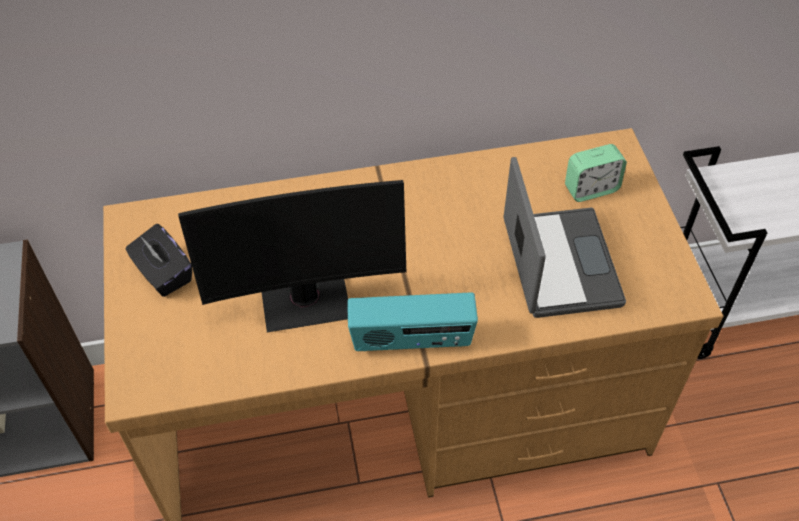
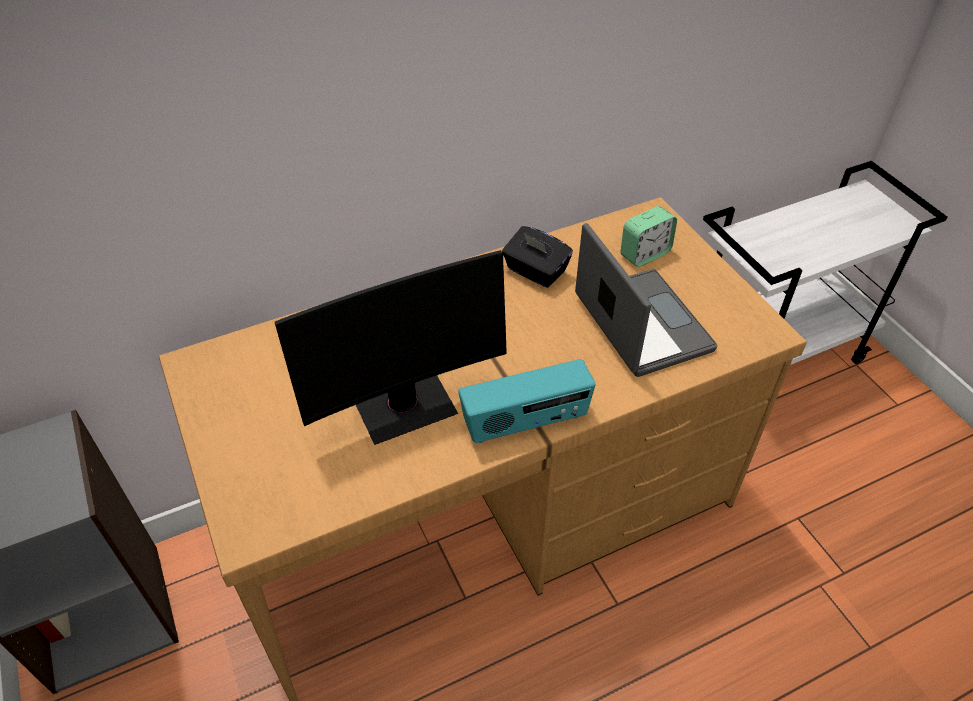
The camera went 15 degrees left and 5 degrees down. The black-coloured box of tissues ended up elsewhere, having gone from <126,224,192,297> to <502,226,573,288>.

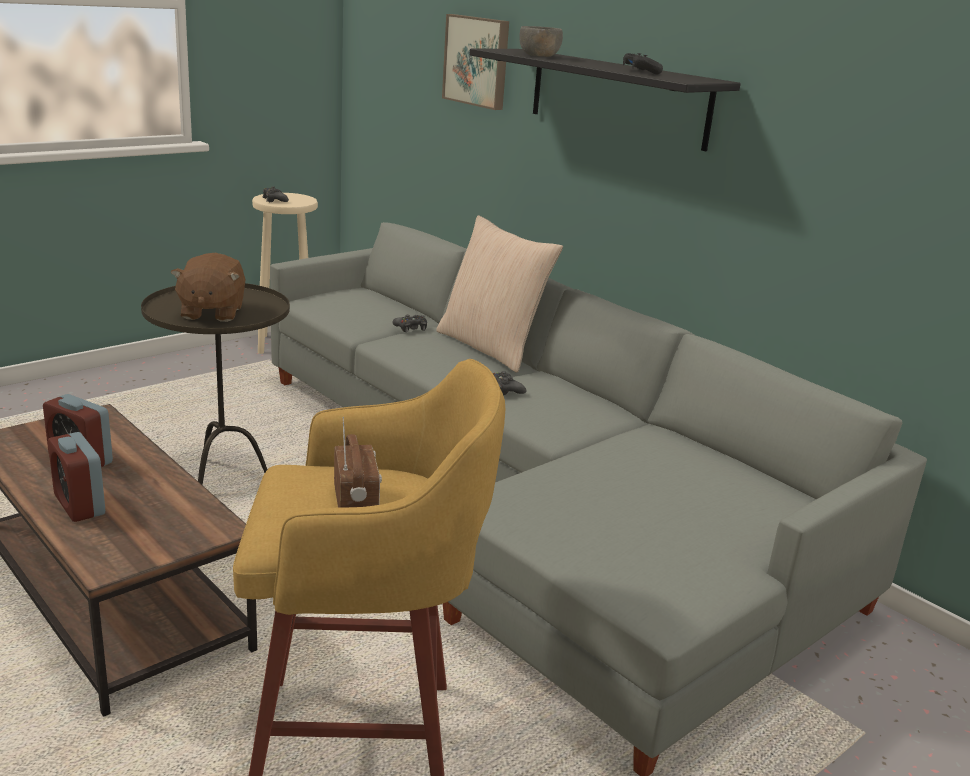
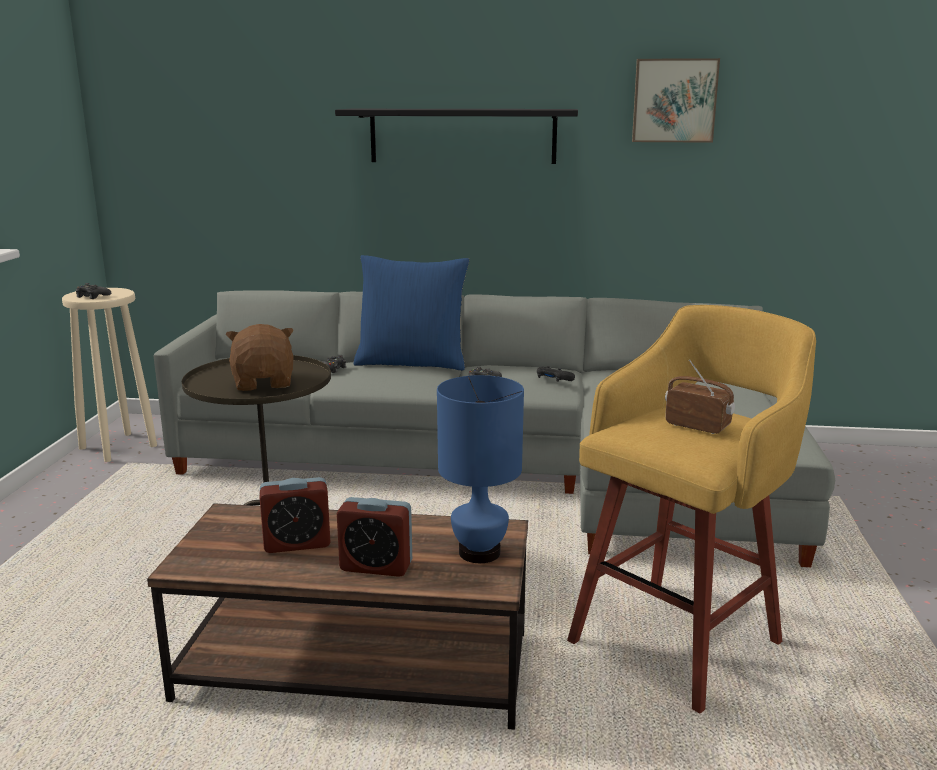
The camera went 40 degrees left and 5 degrees down. The second view lost the gray serving bowl at <519,26,563,57>. The second view gained the blue-coloured table lamp at <437,375,524,563>. The wall picture ended up elsewhere, having gone from <442,14,509,110> to <632,58,720,143>. The black-coloured game controller ended up elsewhere, having gone from <623,53,663,75> to <537,366,575,382>. What was the beige-coloured throw pillow at <436,215,563,373> turned into the blue-coloured throw pillow at <353,255,469,371>. The brown-coloured cuddly toy at <171,253,245,322> ended up facing another way, 150 degrees counterclockwise from before.

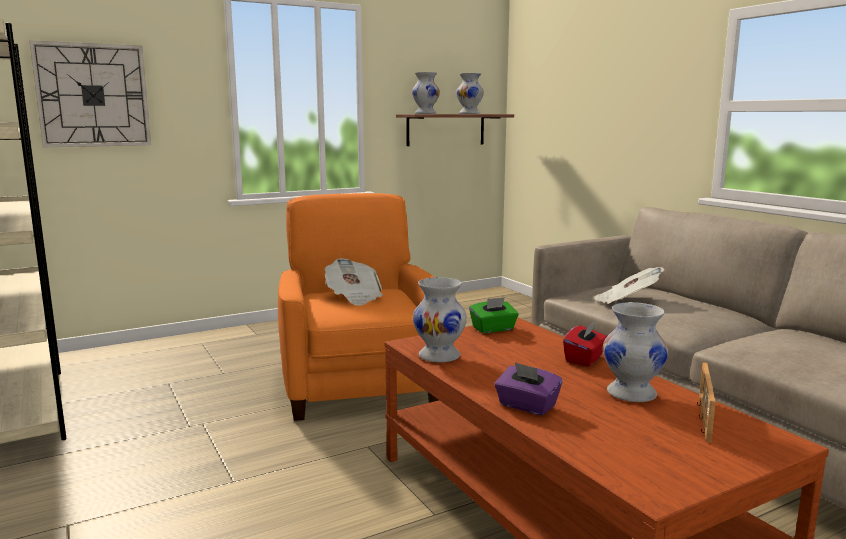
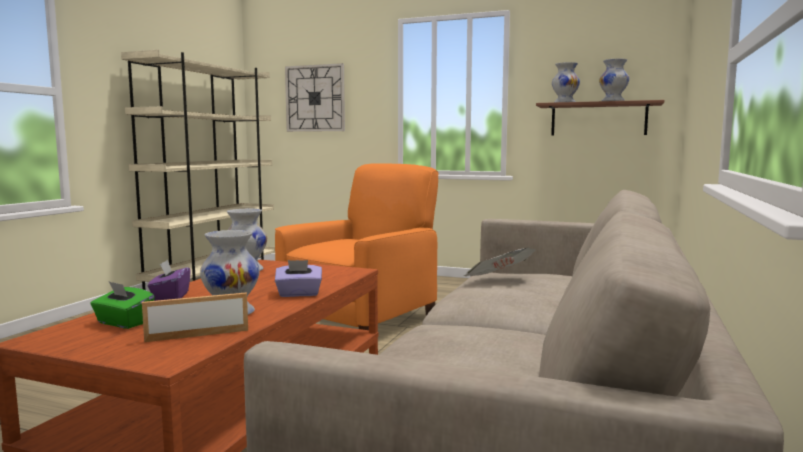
The camera went 50 degrees right and 5 degrees down. The second view lost the printed paper at <325,258,383,306>. The green box of tissues ended up elsewhere, having gone from <469,297,519,333> to <90,281,155,329>. What was the red-coloured box of tissues at <563,321,607,367> turned into the purple-coloured box of tissues at <275,260,322,297>.

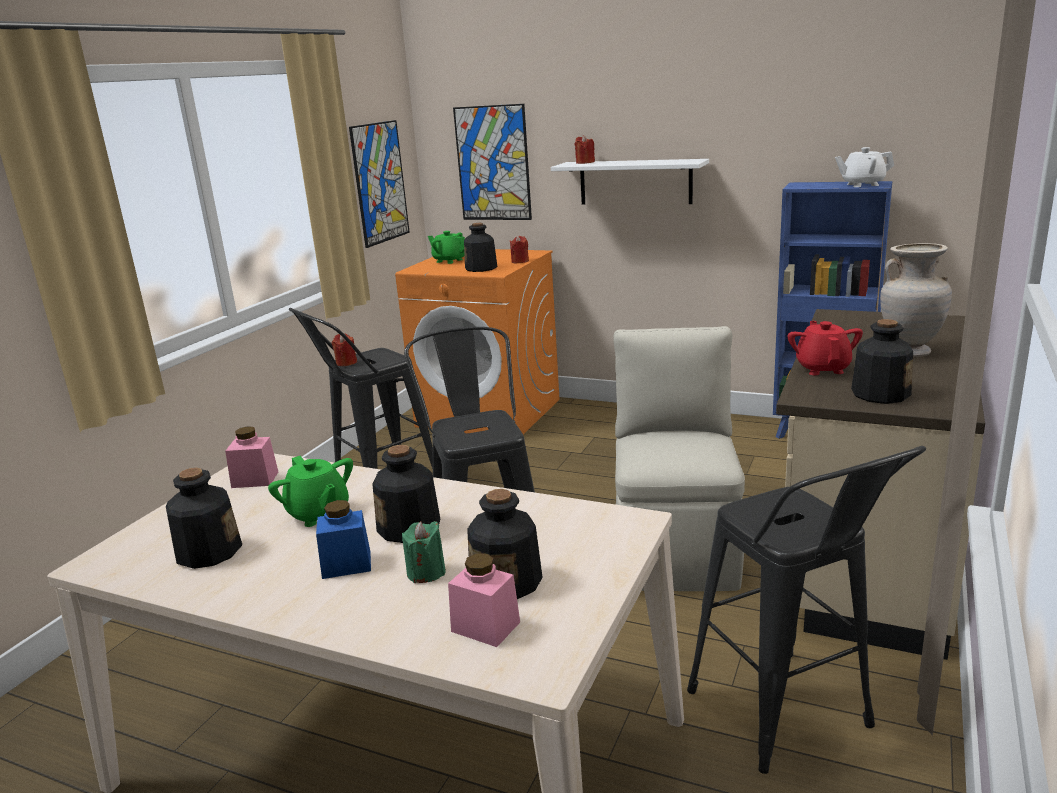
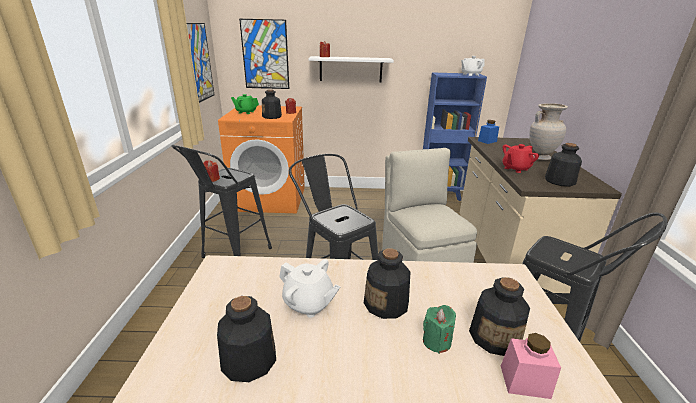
The camera went 25 degrees left and 5 degrees up. The second view lost the pink-coloured preserve jar at <225,426,278,488>. The blue-coloured preserve jar ended up elsewhere, having gone from <316,500,371,579> to <478,120,499,144>. What was the green pot for tea at <268,456,353,527> turned into the white pot for tea at <279,259,341,318>. The red-coloured pot for tea at <787,321,863,375> ended up facing another way, 105 degrees counterclockwise from before.

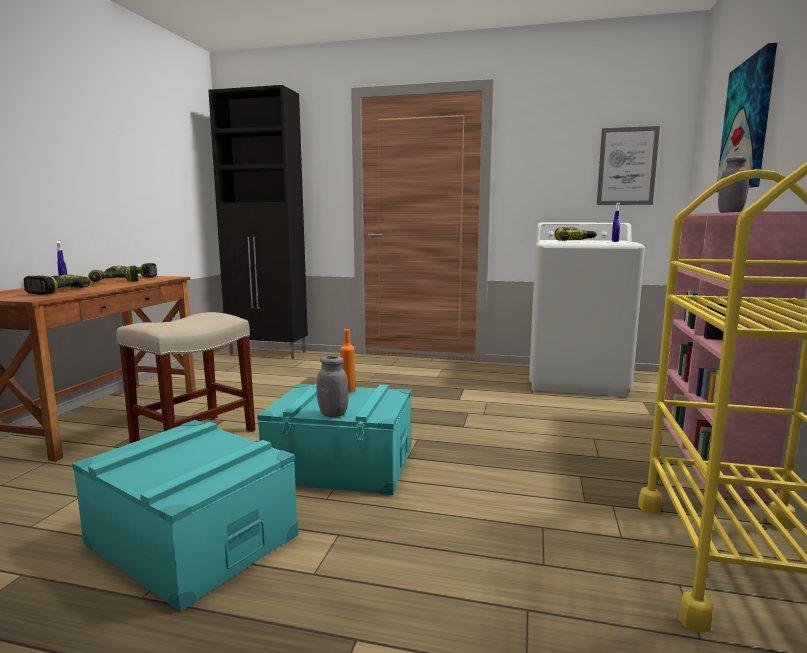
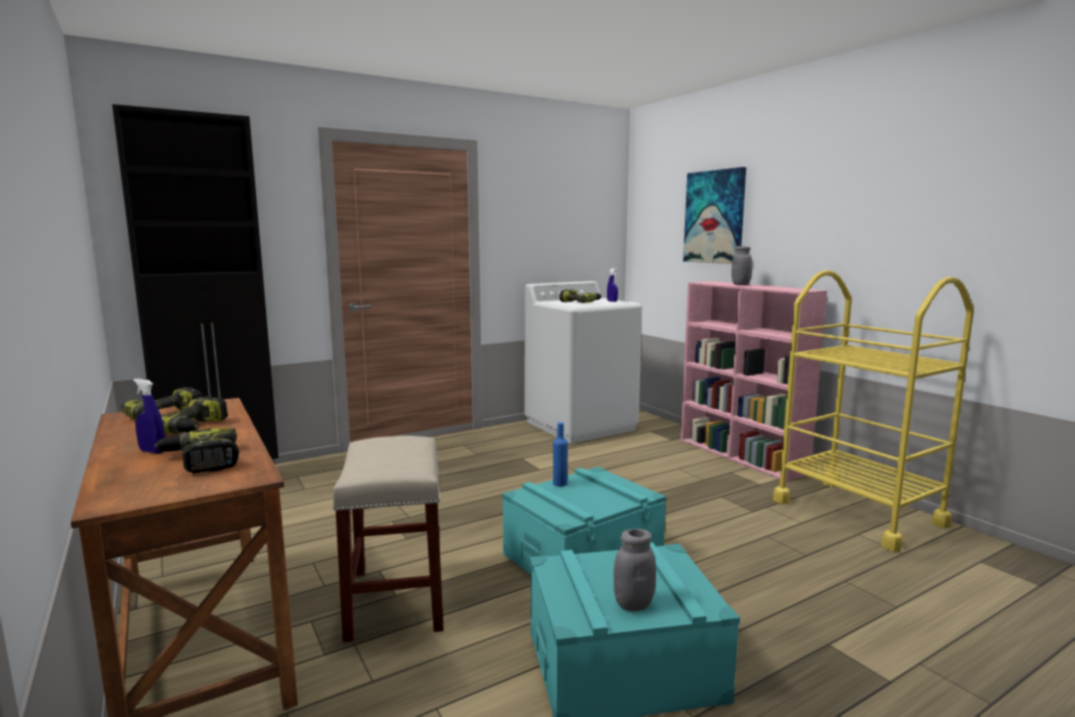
The camera went 45 degrees left and 0 degrees up. The second view lost the wall picture at <597,126,660,205>. The gray preserve jar ended up elsewhere, having gone from <317,355,348,417> to <614,529,656,612>. What was the orange beverage bottle at <340,329,355,393> turned into the blue-coloured beverage bottle at <553,422,568,487>.

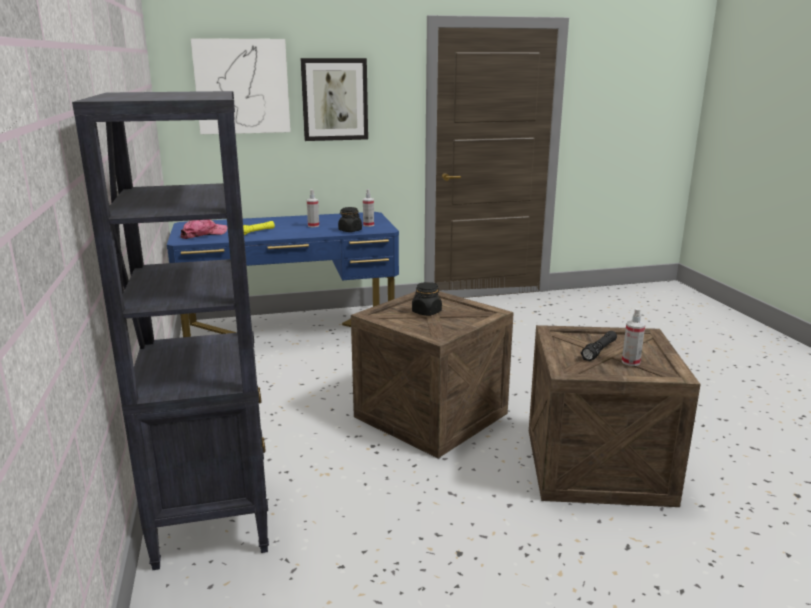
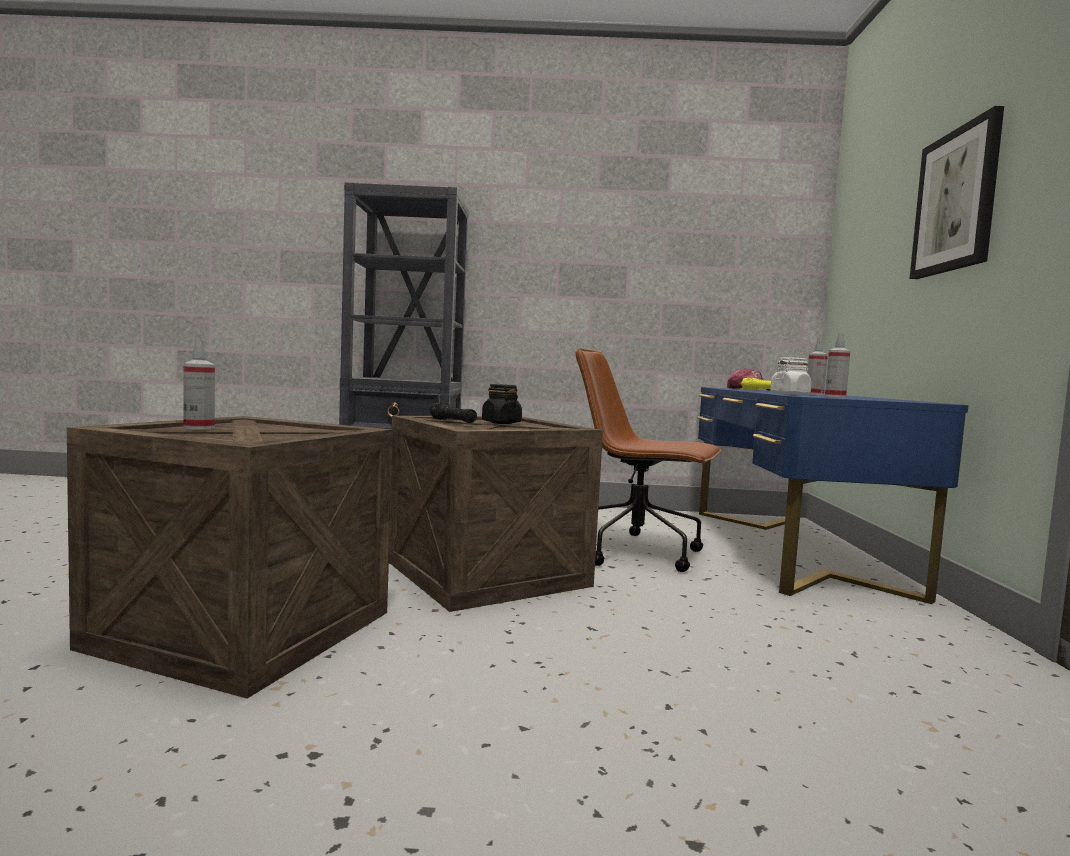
The camera went 105 degrees right and 15 degrees down. The second view lost the wall picture at <191,38,291,134>. The second view gained the brown-coloured computer chair at <575,348,722,572>. The black-coloured flashlight ended up elsewhere, having gone from <581,331,617,361> to <429,403,477,423>. What was the black-coloured preserve jar at <338,207,362,232> turned into the white preserve jar at <770,357,812,395>.

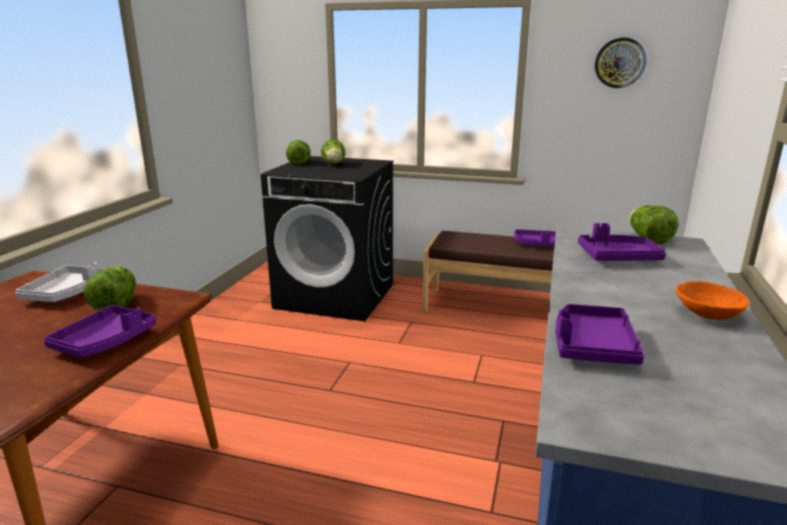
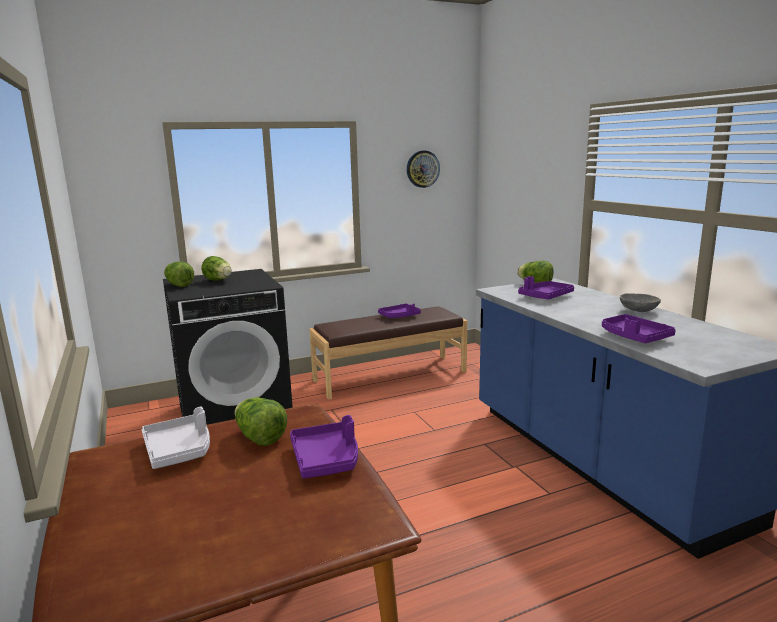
The camera went 40 degrees left and 5 degrees down. What was the orange serving bowl at <676,281,749,320> turned into the gray serving bowl at <620,293,661,312>.

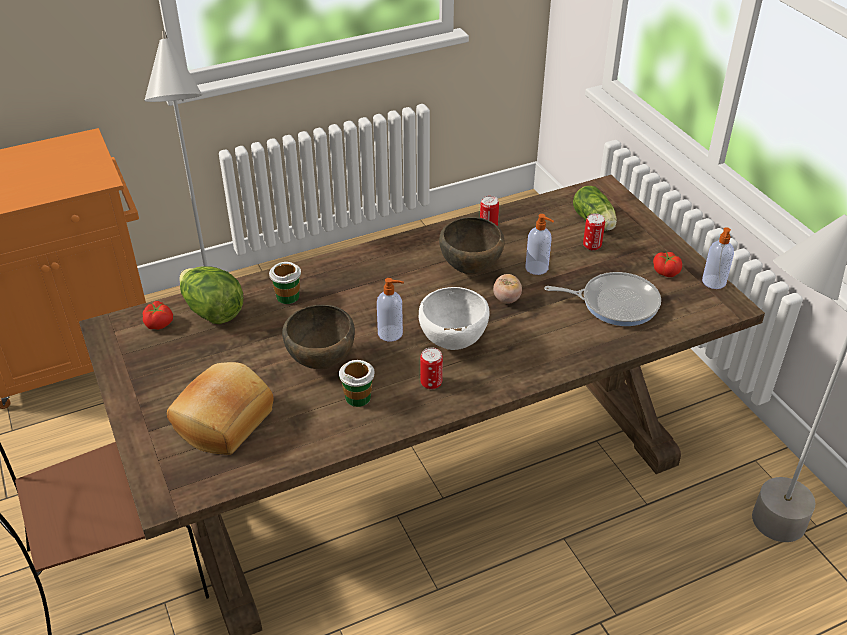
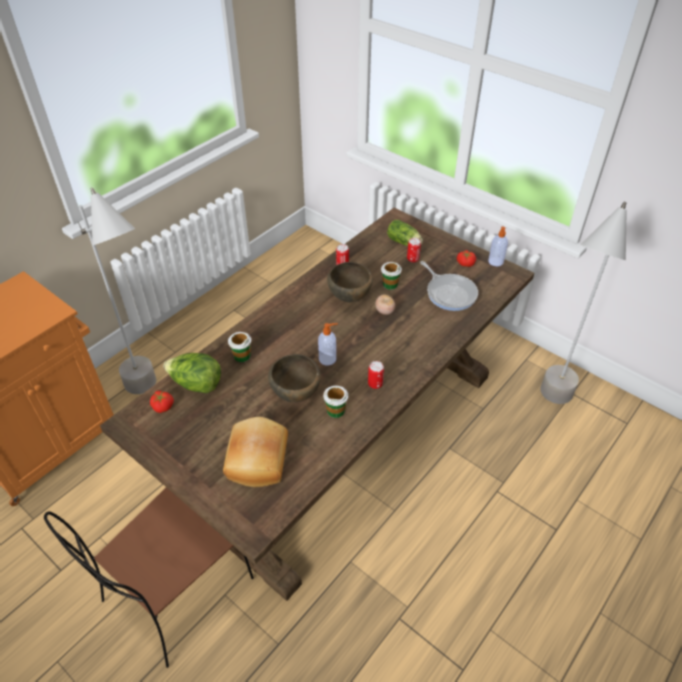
The camera went 25 degrees left and 5 degrees up. The second view lost the white serving bowl at <419,287,490,350>. Where the soap dispenser stood at <525,214,554,275>, the small cup came to stand at <381,262,402,290>. The pan at <544,272,661,326> ended up facing another way, 75 degrees clockwise from before.

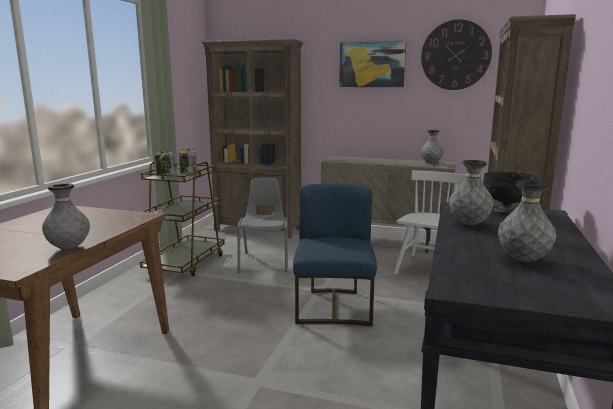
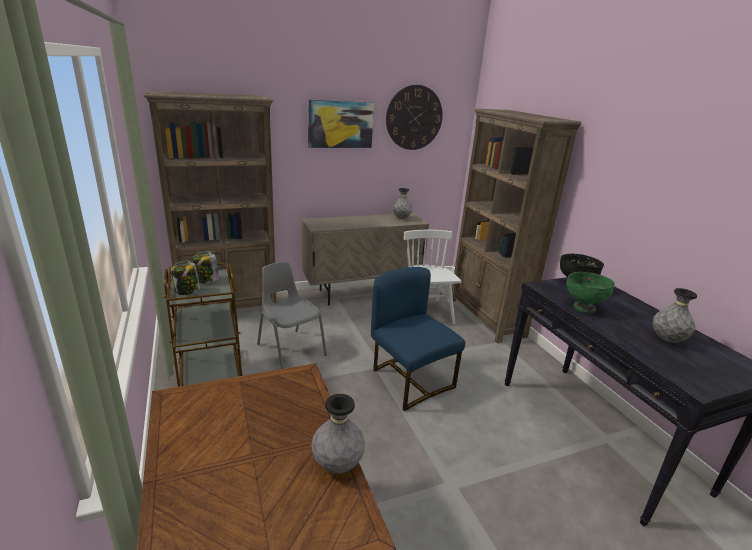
The camera went 40 degrees left and 10 degrees up. Where the gray flower vase stood at <449,160,494,225>, the green serving bowl came to stand at <566,272,615,313>.

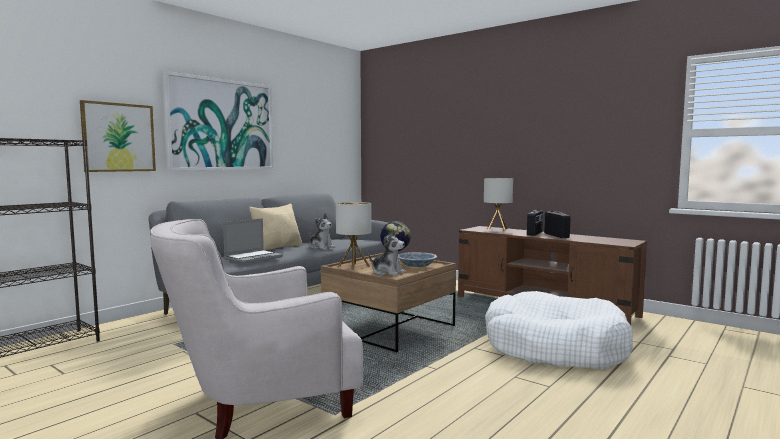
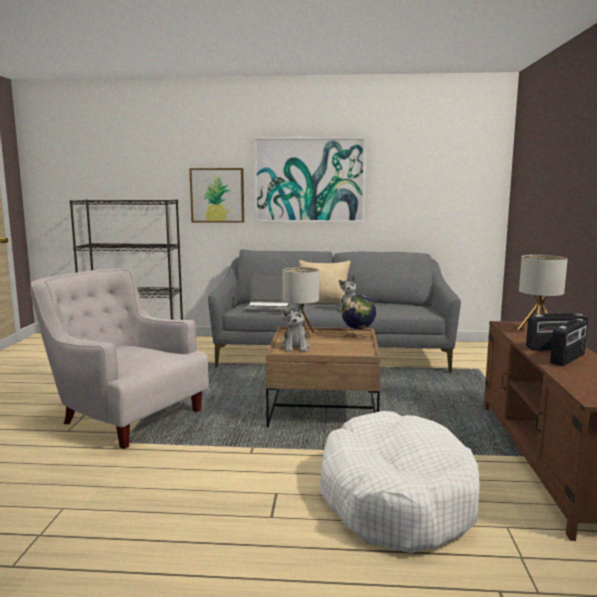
The camera went 55 degrees right and 5 degrees up. The second view lost the serving bowl at <398,252,437,267>.

